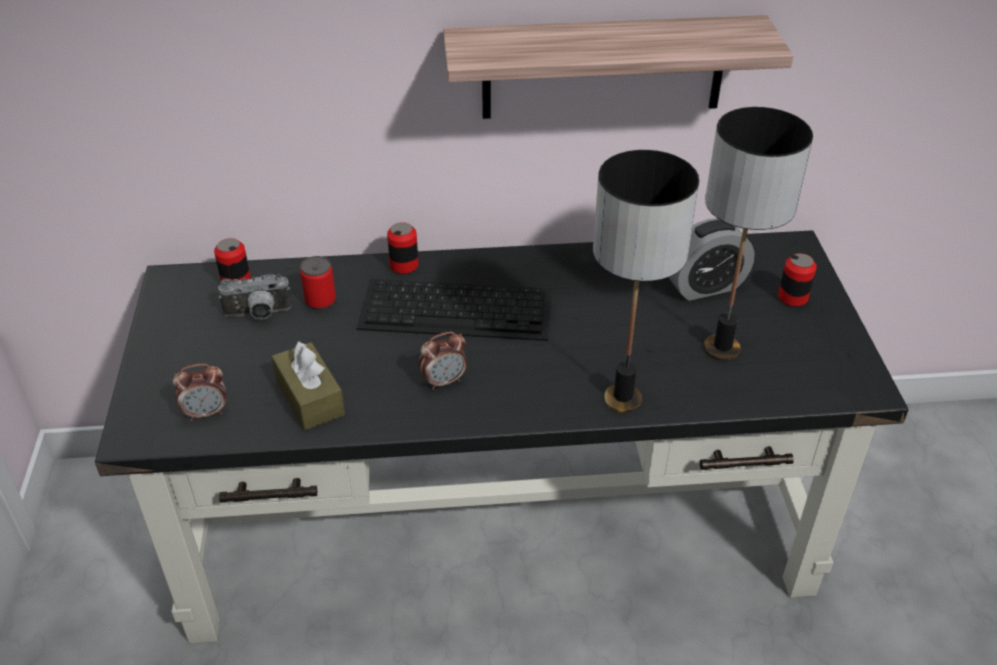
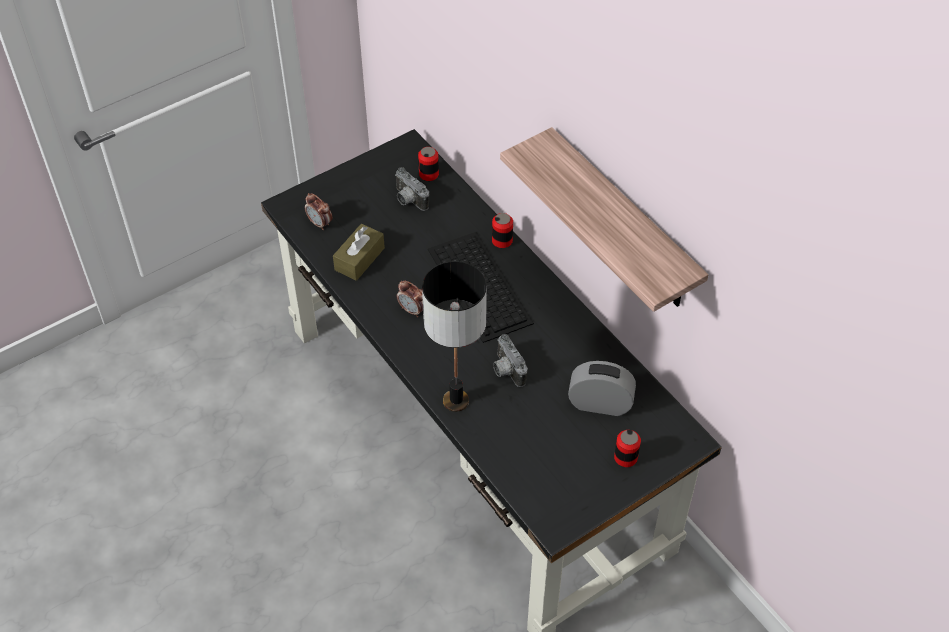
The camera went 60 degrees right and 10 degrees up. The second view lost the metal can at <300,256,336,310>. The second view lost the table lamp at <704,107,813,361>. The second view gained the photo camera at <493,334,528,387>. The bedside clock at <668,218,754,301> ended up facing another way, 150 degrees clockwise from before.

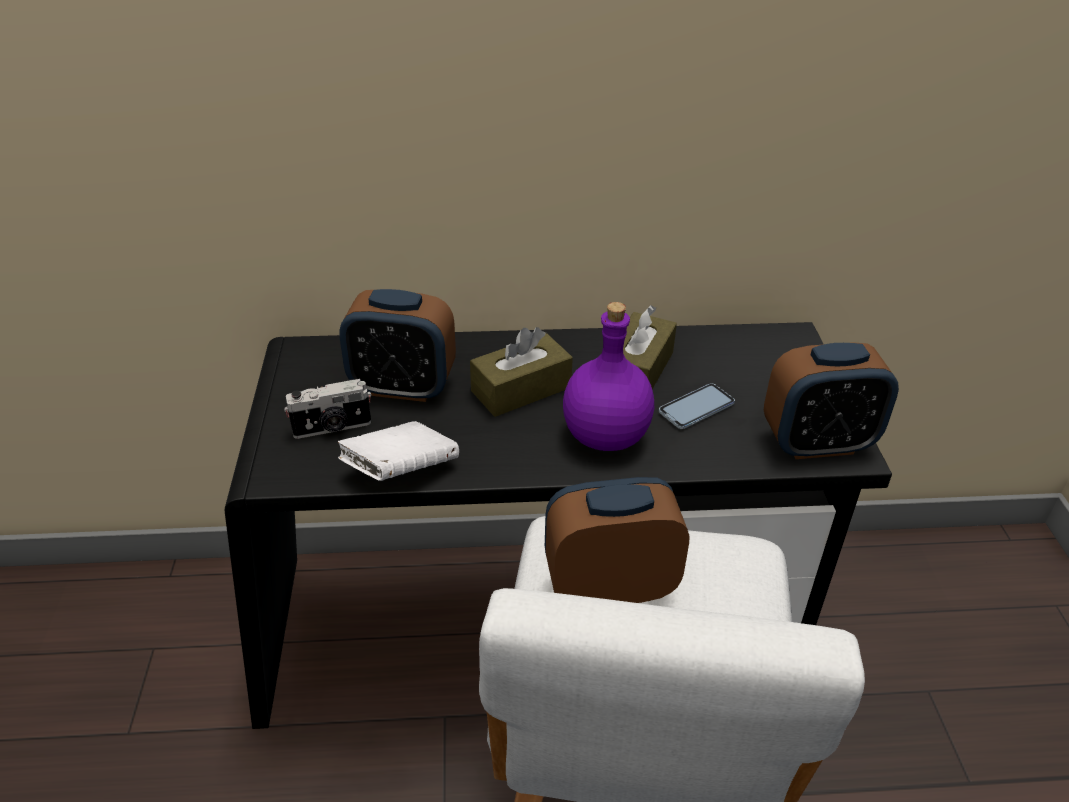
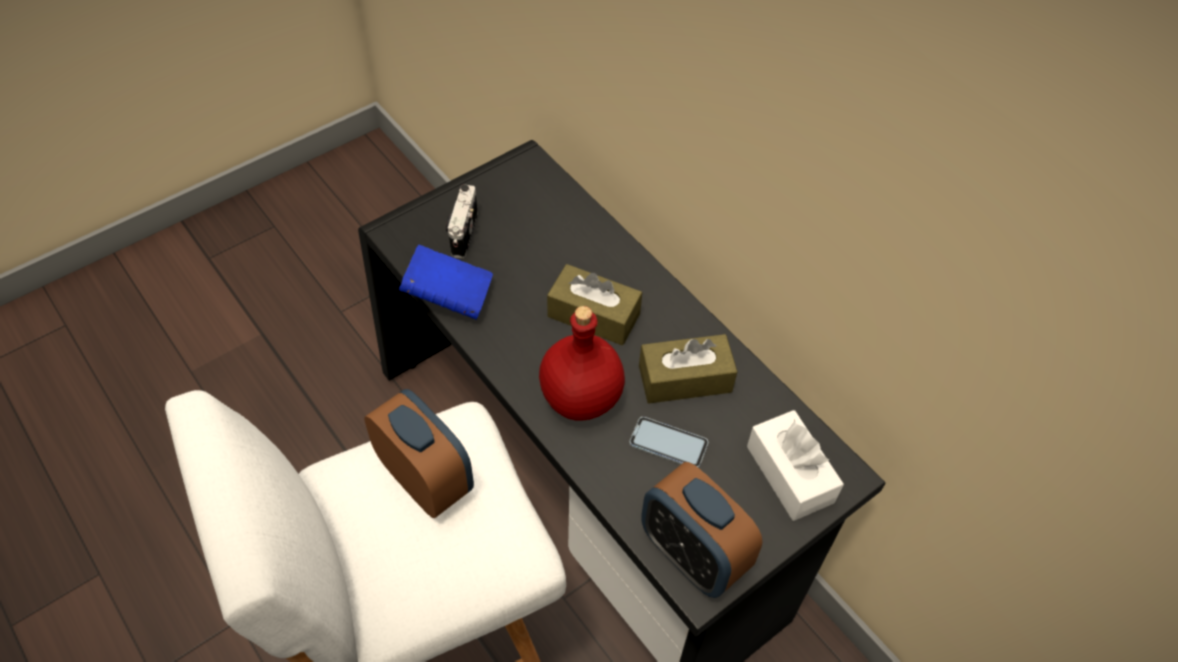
The camera went 55 degrees right and 15 degrees up. The second view lost the bedside clock at <339,289,456,402>. The second view gained the white box of tissues at <747,410,844,521>. What was the white book at <338,421,459,481> turned into the blue-coloured book at <399,245,493,320>. What was the purple-coloured beverage bottle at <563,302,654,451> turned into the red-coloured beverage bottle at <539,306,625,421>. The photo camera at <284,379,371,439> ended up facing another way, 60 degrees clockwise from before.

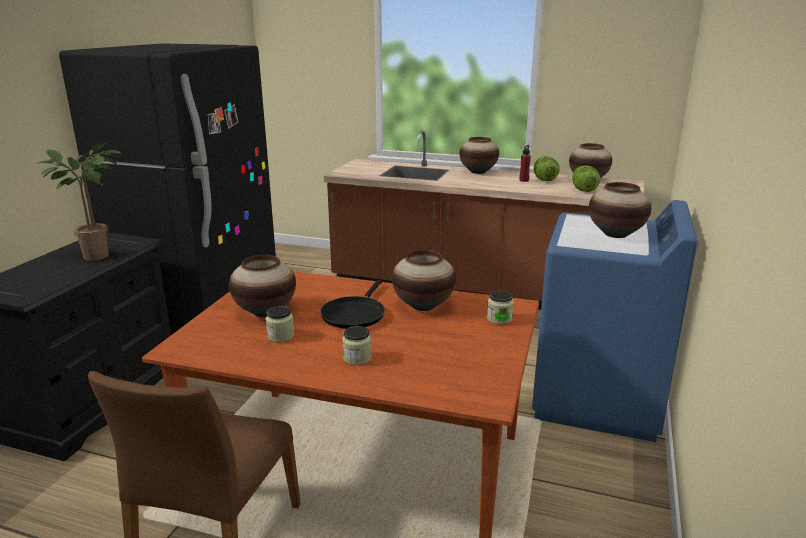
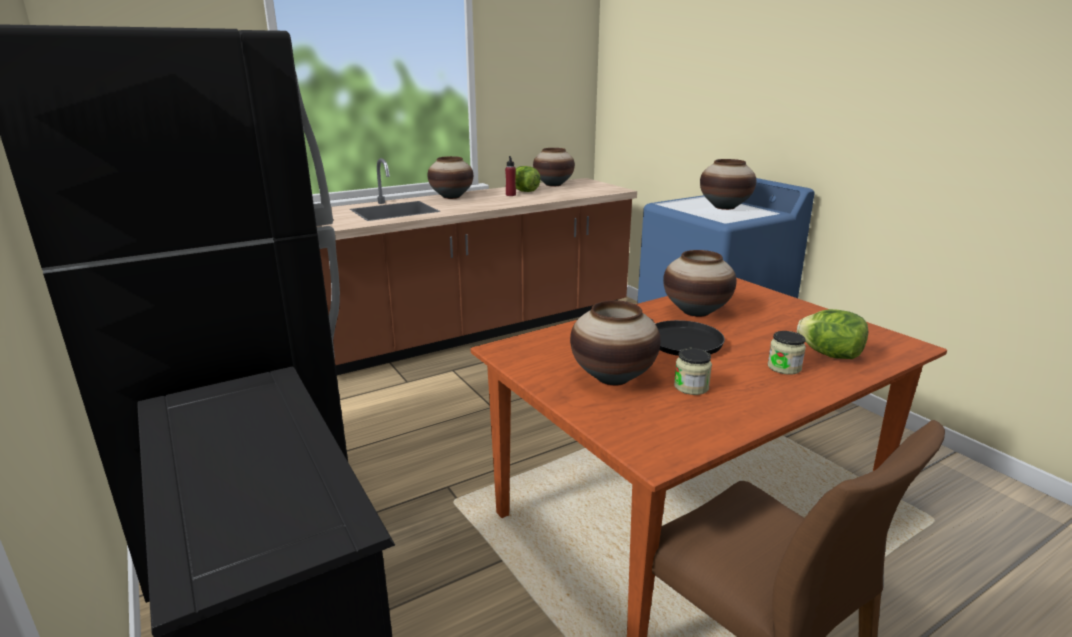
The camera went 50 degrees left and 0 degrees up. The second view lost the houseplant at <36,142,120,261>. The second view lost the preserve jar at <487,291,514,325>. The lettuce head ended up elsewhere, having gone from <572,165,600,192> to <797,309,868,359>.

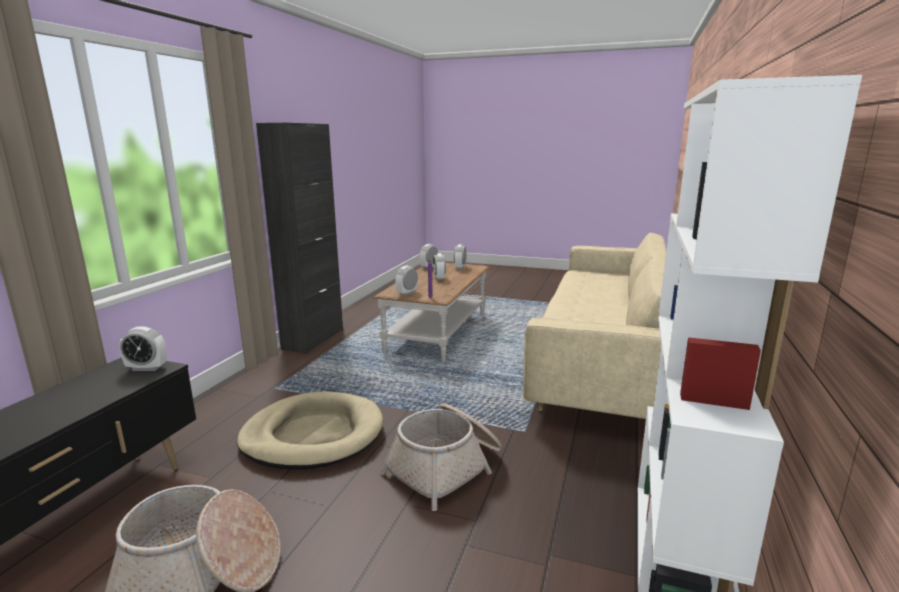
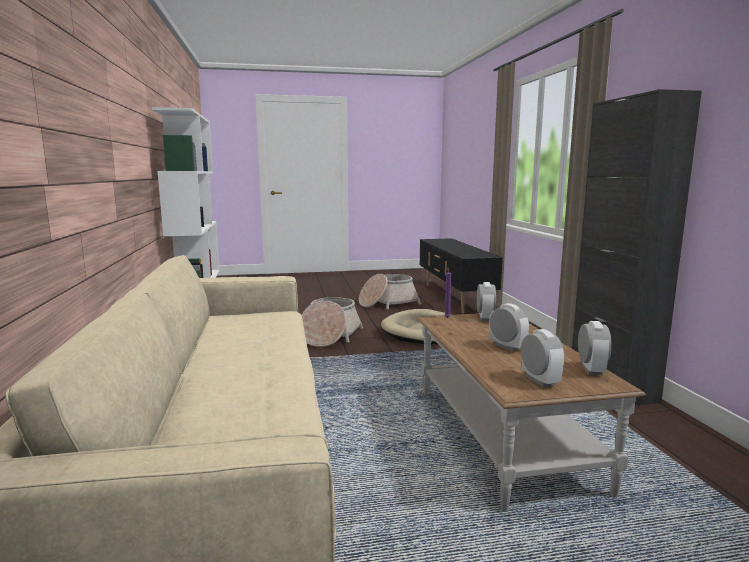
The camera went 150 degrees right and 5 degrees down. The second view lost the bedside clock at <119,326,167,371>.

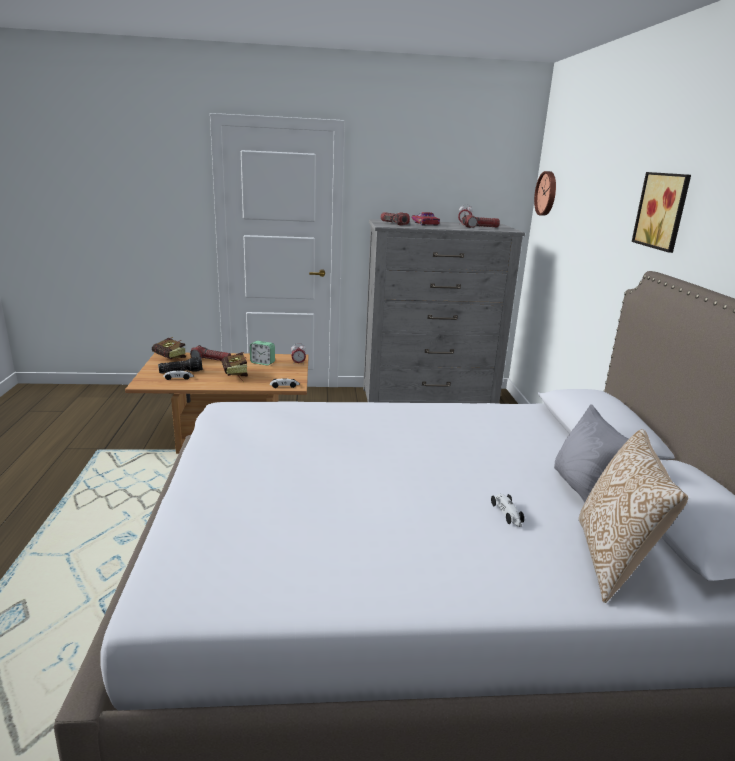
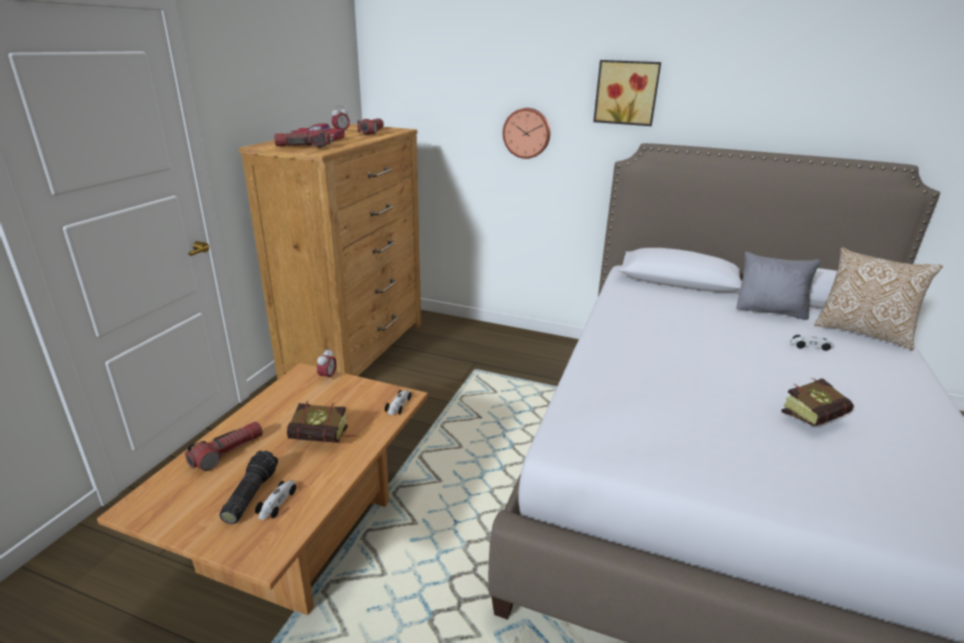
The camera went 65 degrees left and 5 degrees up. The second view lost the bedside clock at <250,341,275,365>. The book ended up elsewhere, having gone from <152,337,186,361> to <781,378,854,426>. The wall clock ended up elsewhere, having gone from <534,171,556,216> to <503,108,550,159>. What was the gray dresser at <363,219,525,404> turned into the brown-coloured dresser at <239,124,421,379>.

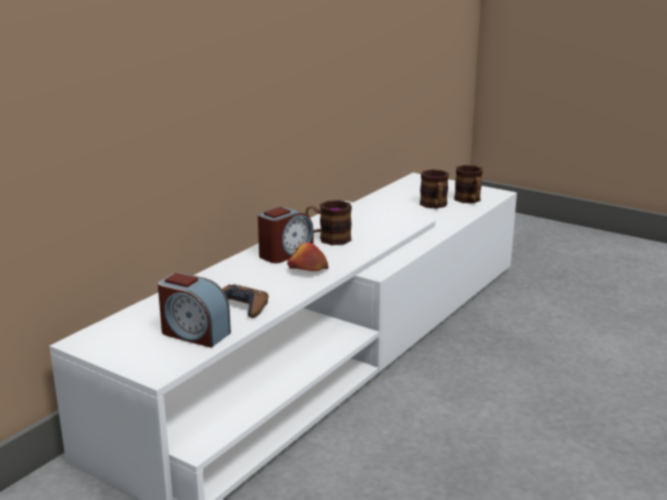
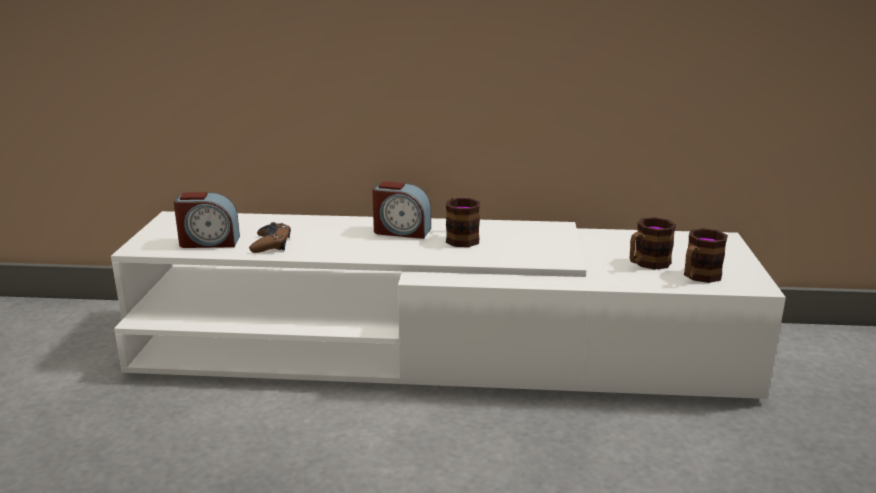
The camera went 60 degrees right and 0 degrees up. The second view lost the whole apple at <287,242,328,271>. The bedside clock at <158,273,231,348> ended up facing another way, 90 degrees counterclockwise from before.

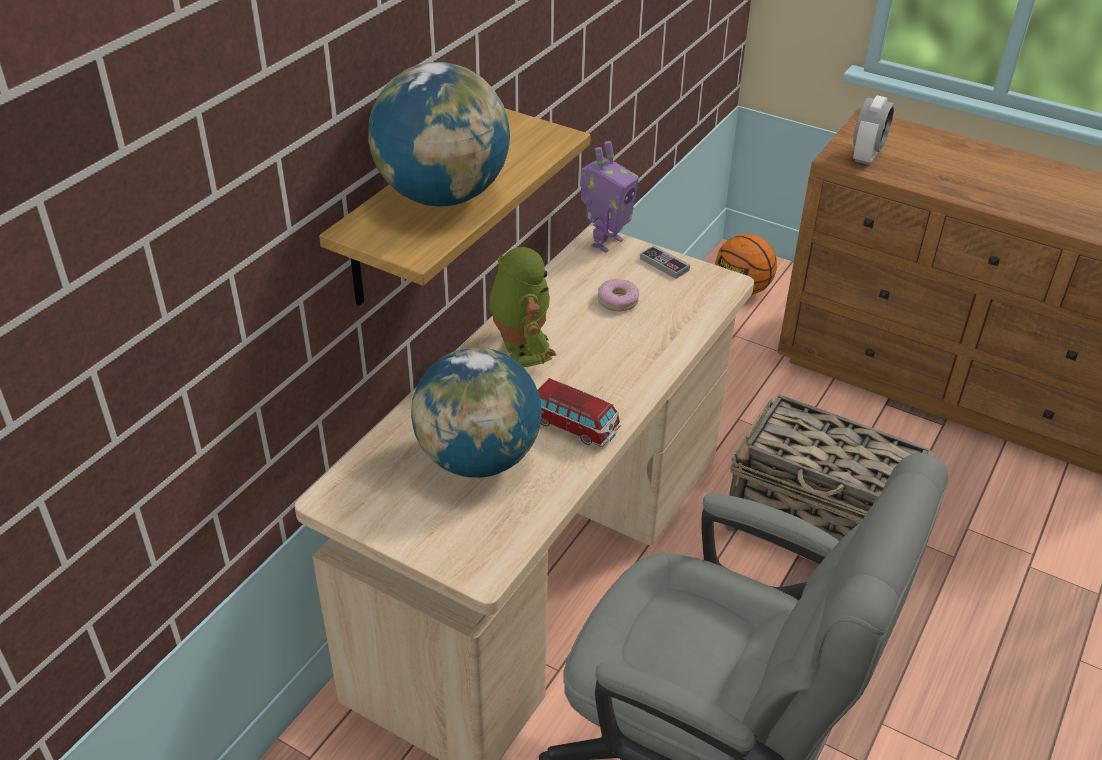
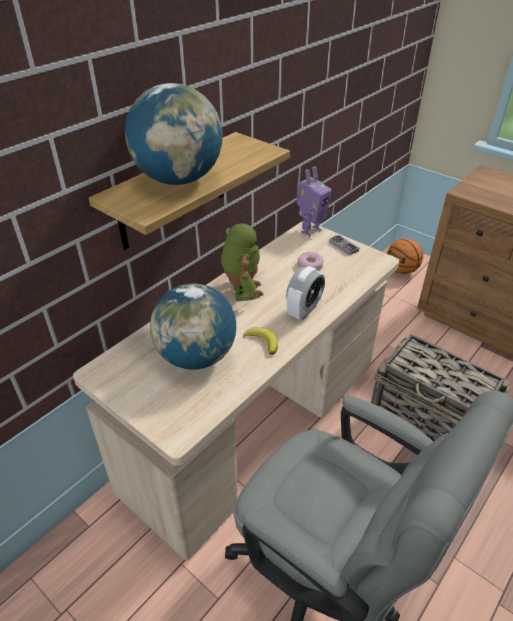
The camera went 10 degrees right and 0 degrees up. The bedside clock ended up elsewhere, having gone from <853,95,894,165> to <286,266,325,320>. Where the miniature car stood at <538,378,621,447>, the banana came to stand at <243,327,278,355>.

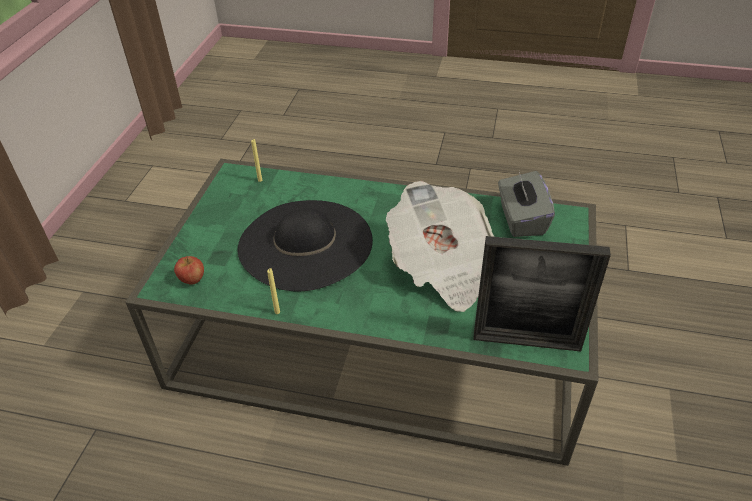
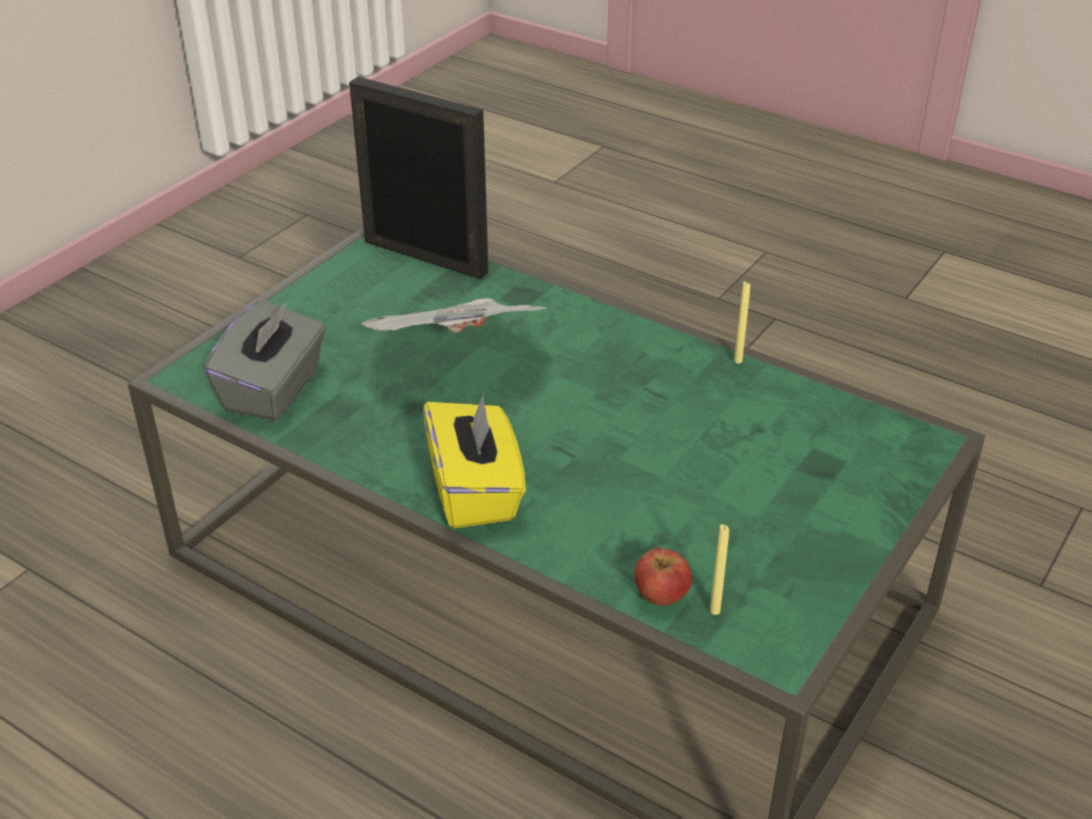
The camera went 160 degrees left and 5 degrees down. The second view lost the black-coloured hat at <238,200,373,291>. The second view gained the yellowish box of tissues at <423,393,526,529>. The whole apple ended up elsewhere, having gone from <174,256,204,285> to <634,548,692,606>.

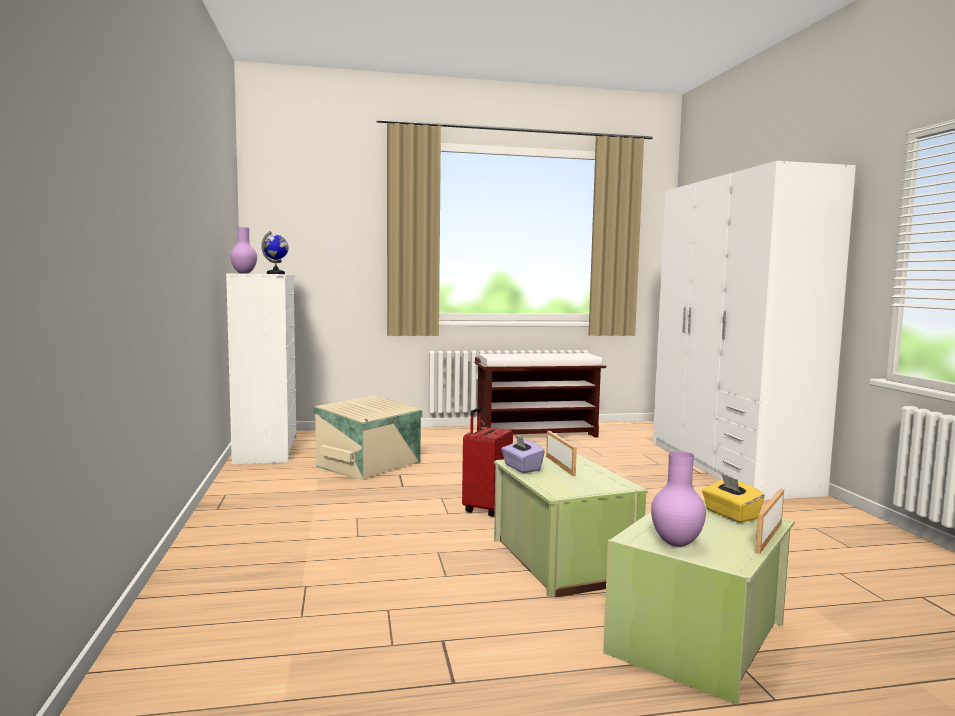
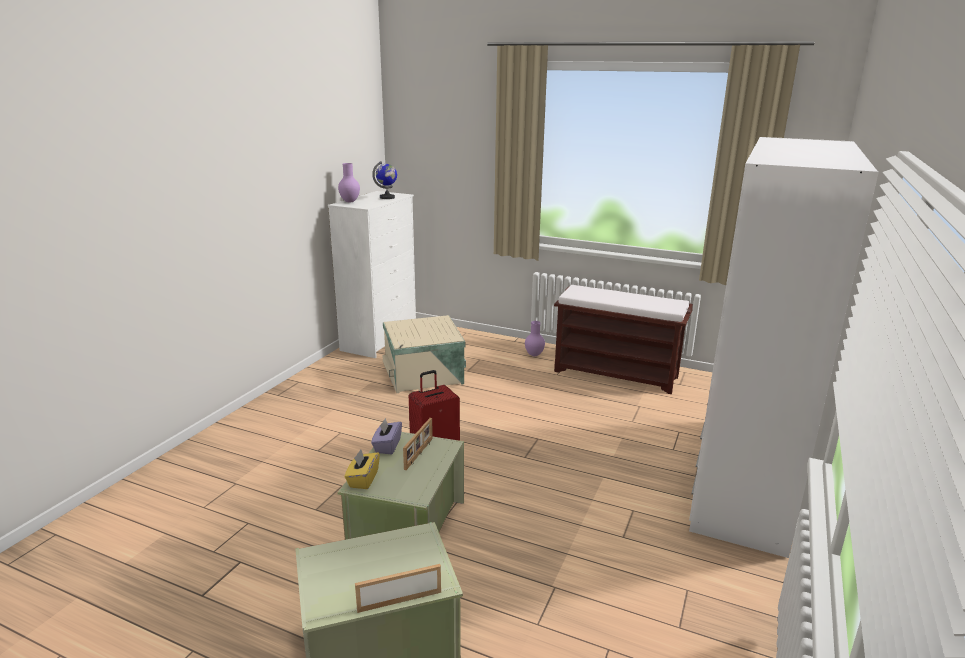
The camera went 35 degrees right and 15 degrees up. The purple-coloured flower vase ended up elsewhere, having gone from <651,451,706,547> to <525,321,545,356>. The yellowish box of tissues ended up elsewhere, having gone from <702,473,765,523> to <344,449,380,489>.

